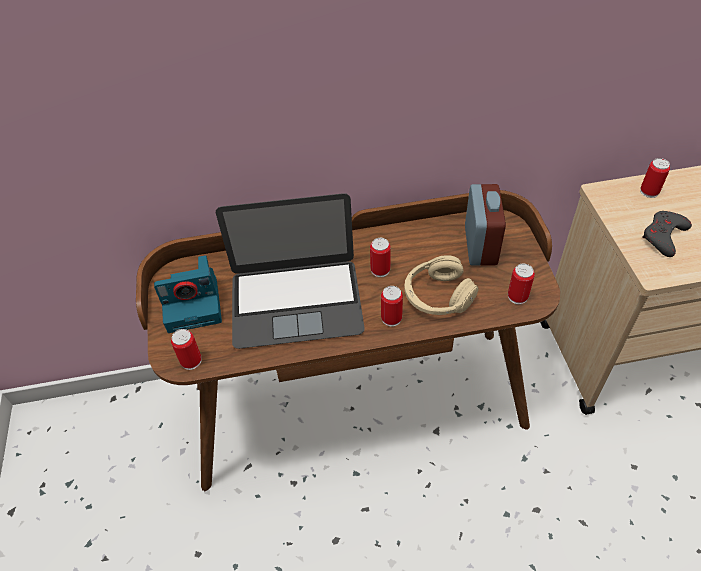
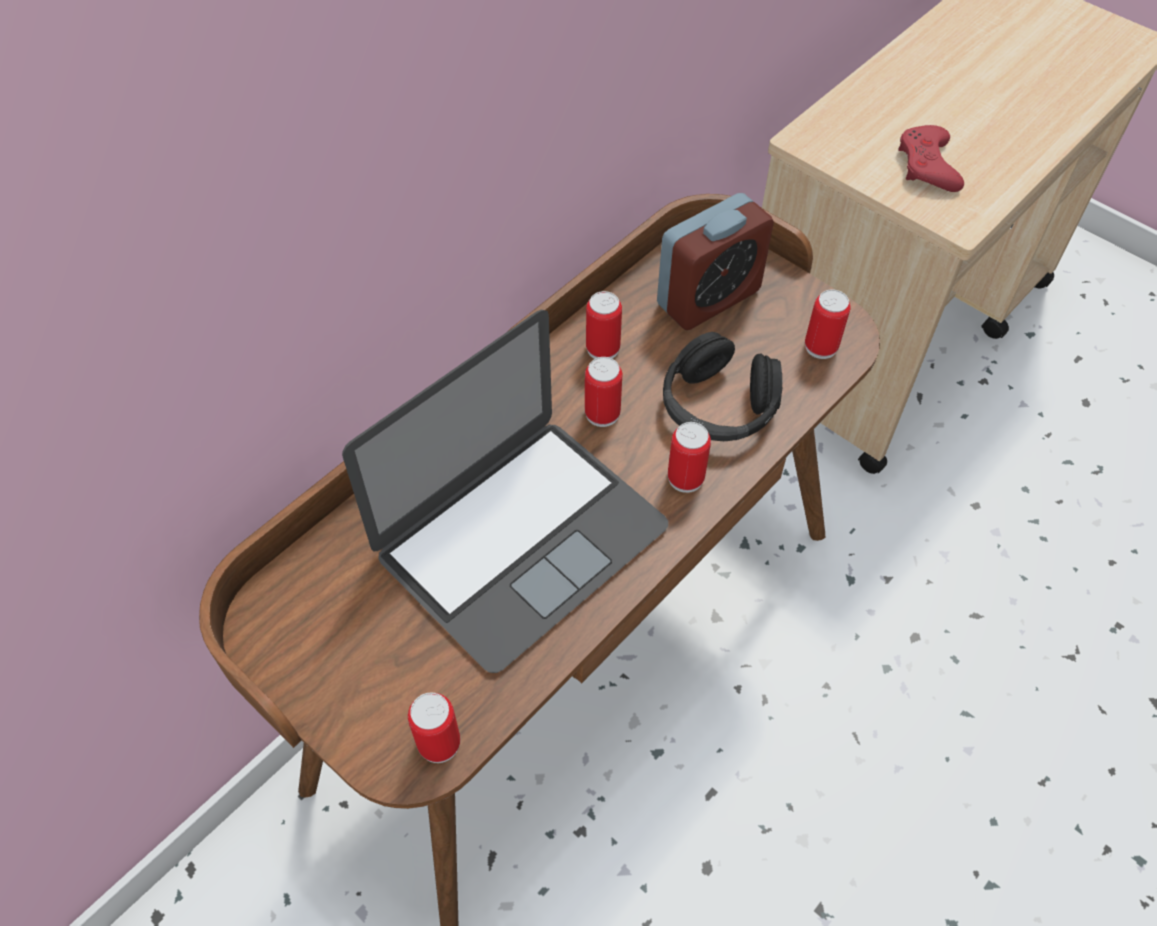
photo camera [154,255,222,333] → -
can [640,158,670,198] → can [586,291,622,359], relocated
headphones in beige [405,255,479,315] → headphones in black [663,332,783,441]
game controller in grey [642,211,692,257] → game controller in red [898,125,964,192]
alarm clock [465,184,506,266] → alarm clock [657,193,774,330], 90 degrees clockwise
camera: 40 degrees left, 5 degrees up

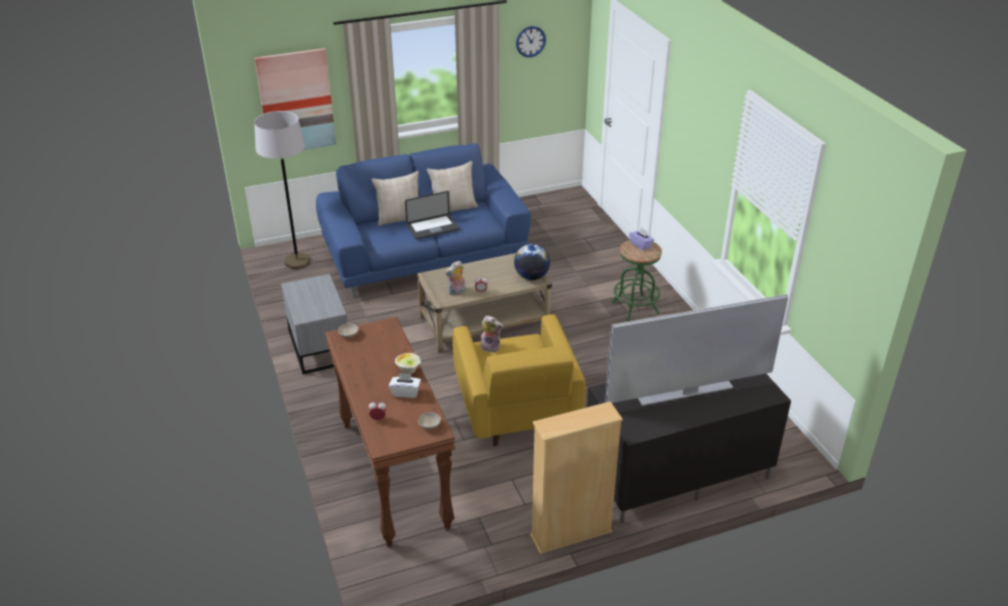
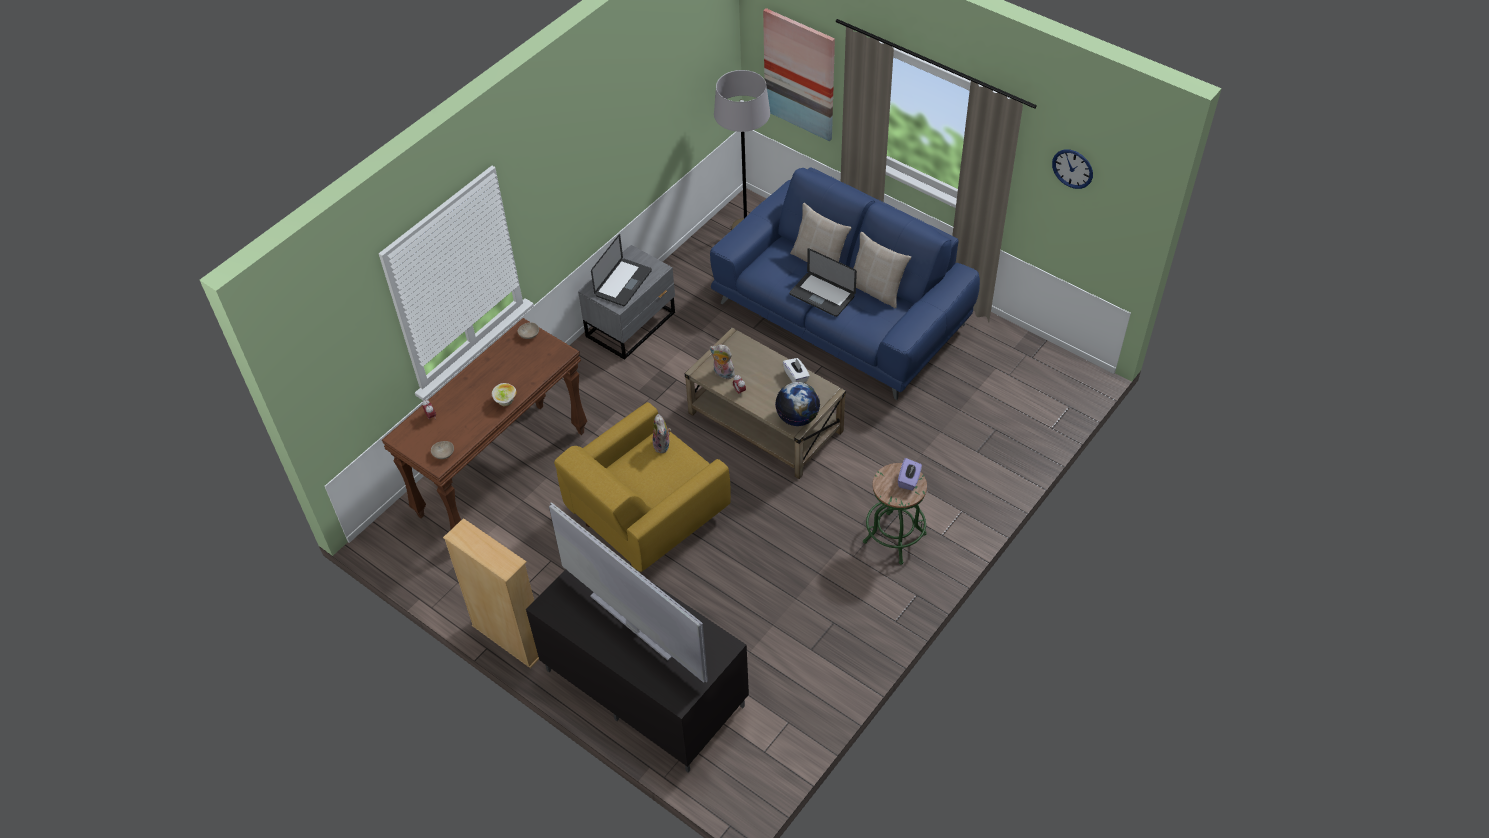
- → laptop [591,234,652,306]
tissue box in white [389,373,421,398] → tissue box in white [783,358,810,383], relocated
camera: 60 degrees right, 15 degrees up

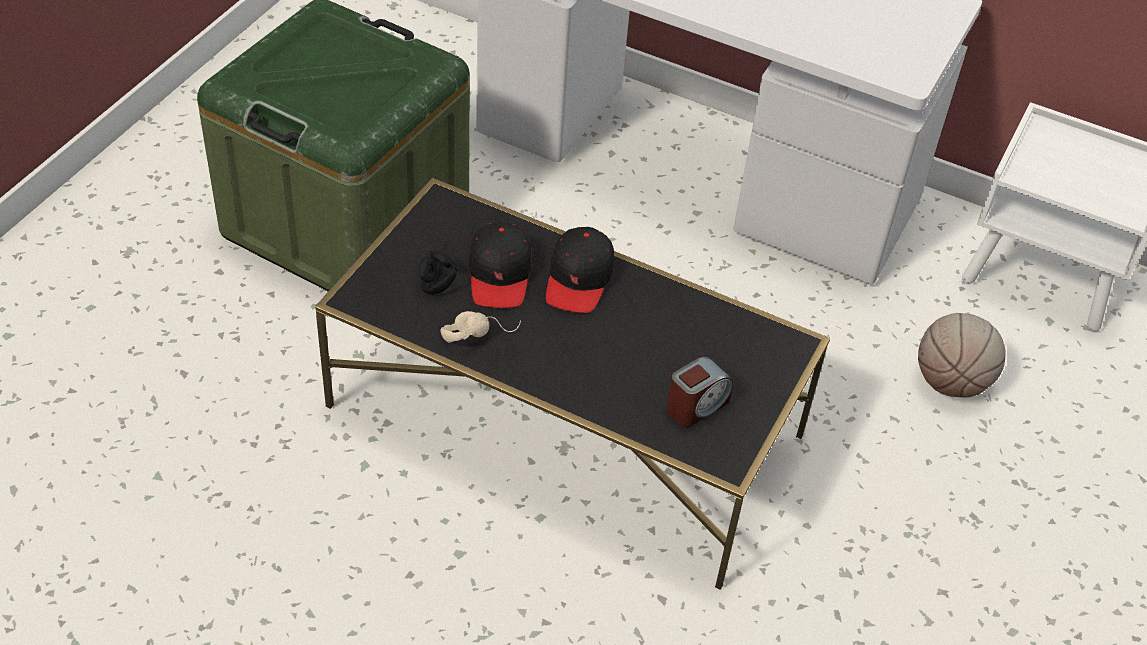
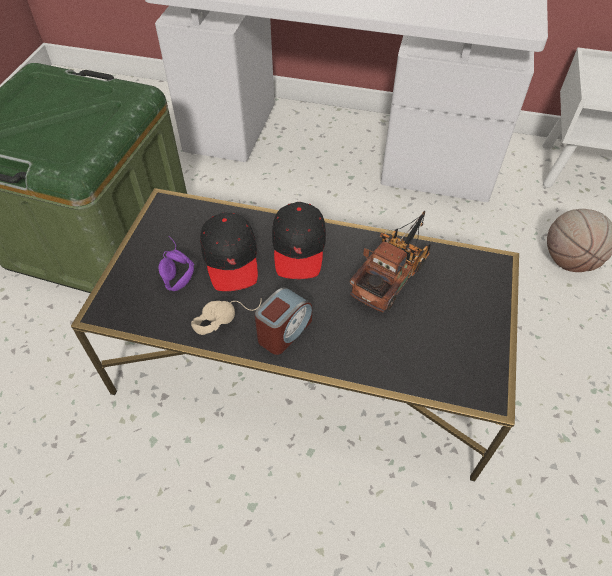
- → toy truck [349,211,431,312]
alarm clock [666,357,733,428] → alarm clock [255,287,312,355], relocated
headphones in black [419,237,458,295] → headphones in purple [159,236,194,291]
camera: 10 degrees left, 5 degrees up

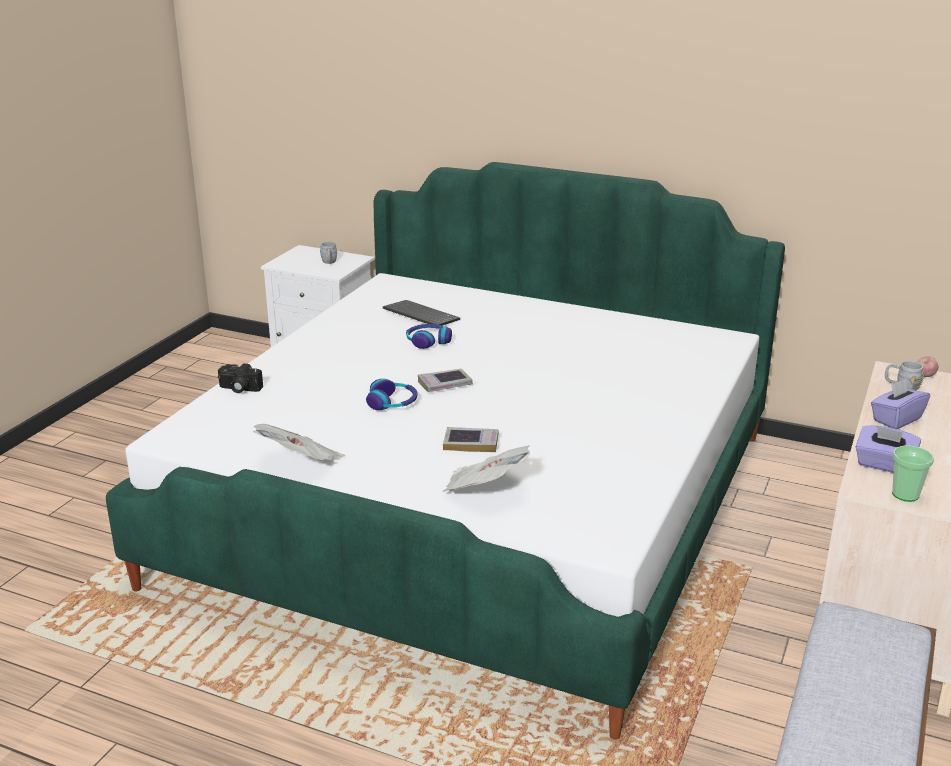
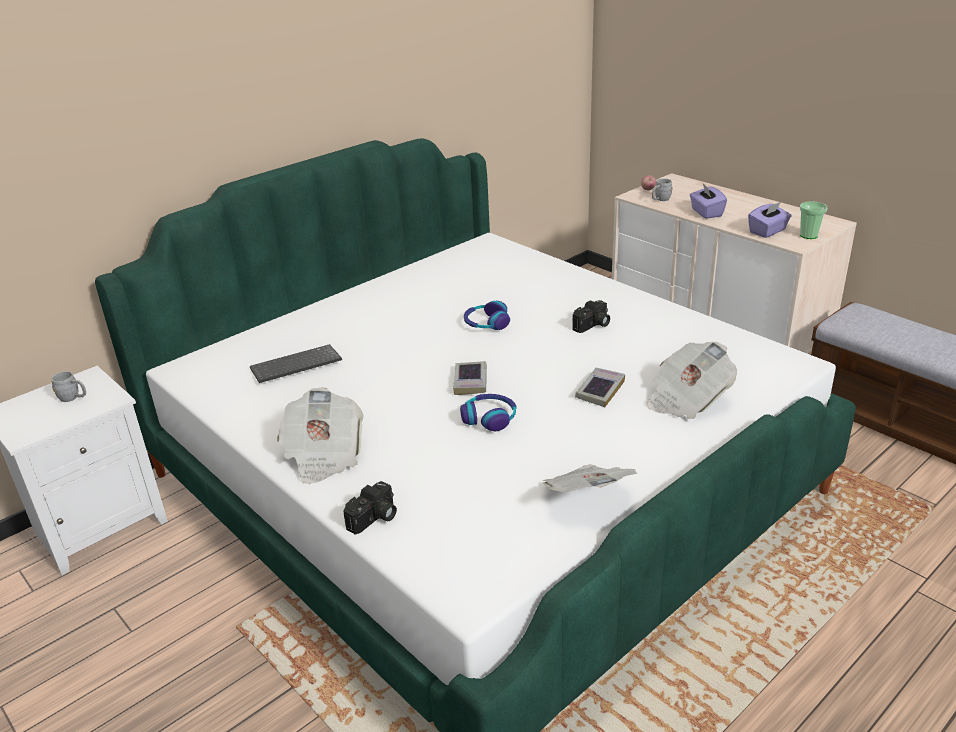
- → newspaper [277,387,364,484]
- → photo camera [572,300,610,333]
headphones [406,324,452,349] → headphones [464,301,510,330], relocated
camera: 65 degrees left, 5 degrees up

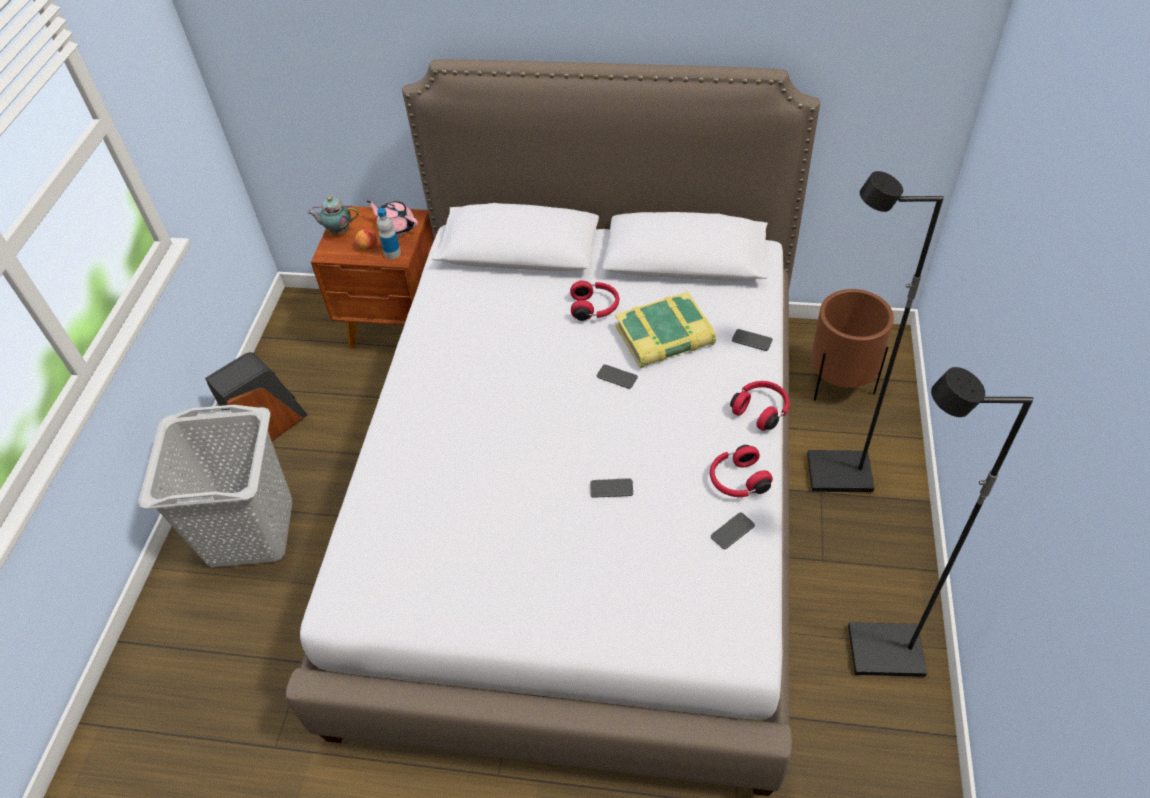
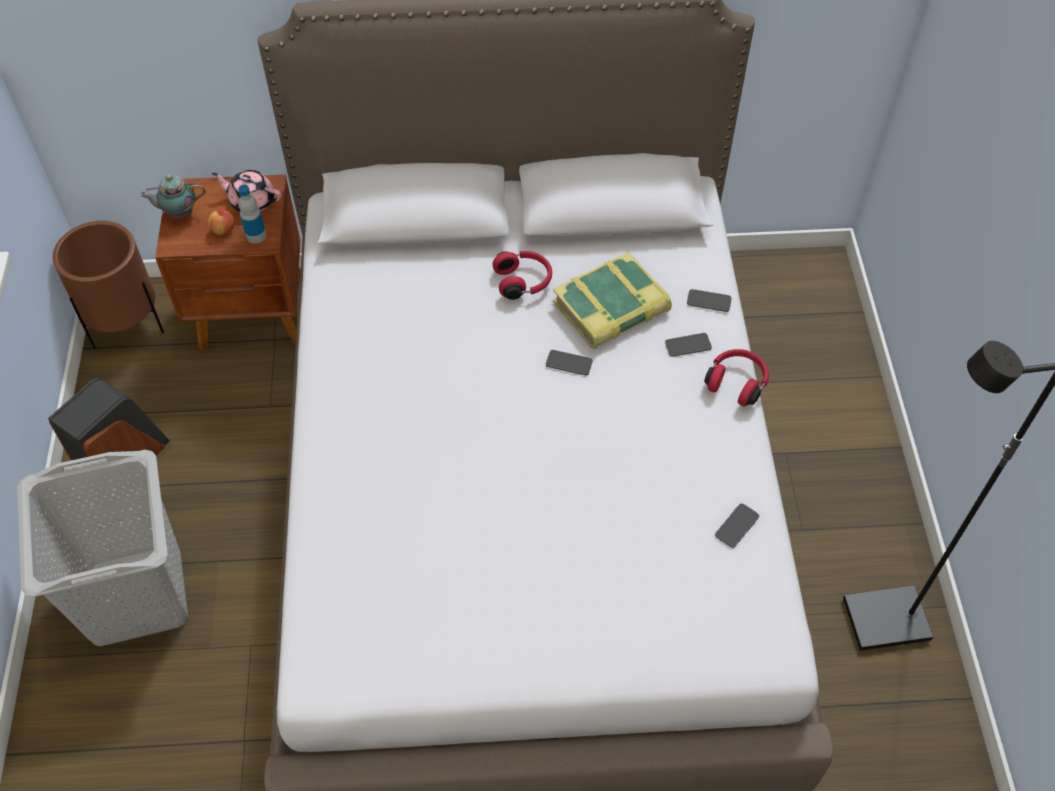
headphones in red [710,445,773,497] → -
floor lamp in black [807,171,944,492] → -
phone [590,478,633,498] → phone [665,333,712,357], relocated
planter in brown [811,289,894,401] → planter in brown [53,221,164,349], relocated
camera: 15 degrees left, 5 degrees up

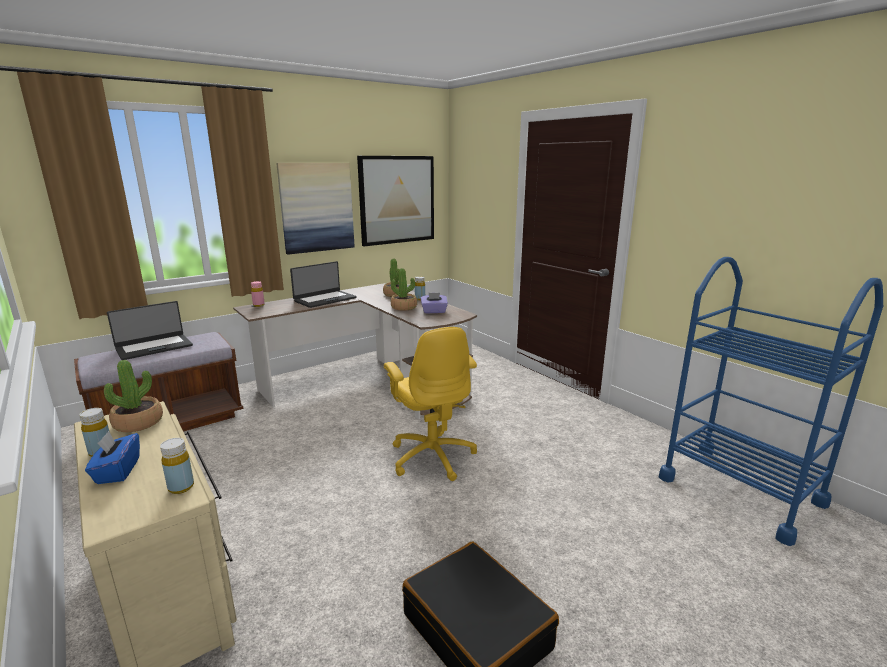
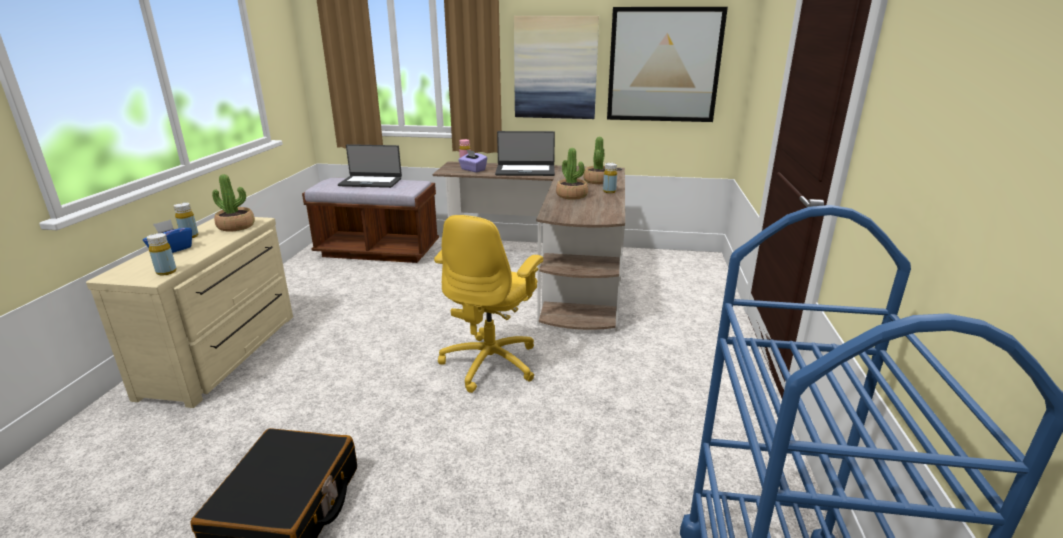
tissue box in purple [421,293,448,313] → tissue box in purple [458,150,487,172], relocated
camera: 45 degrees right, 5 degrees up

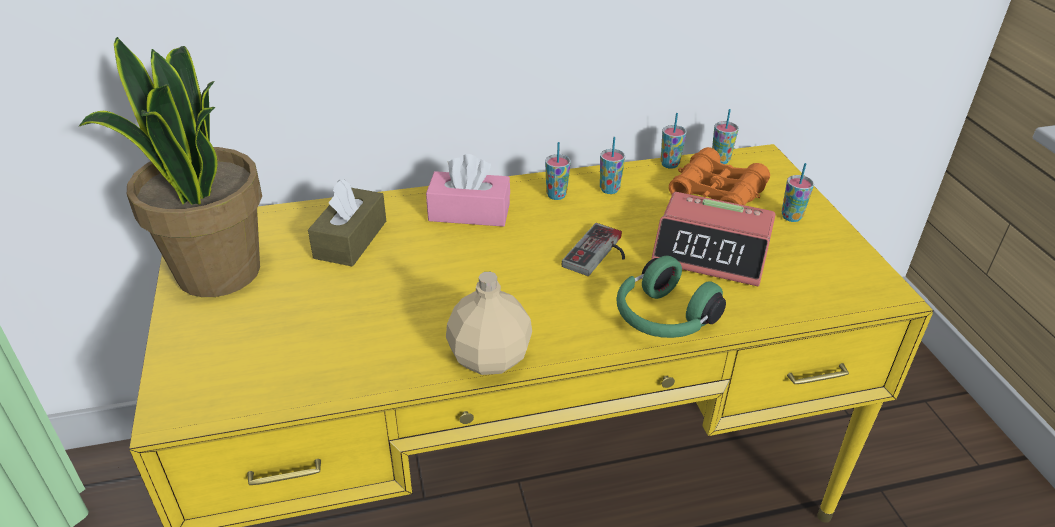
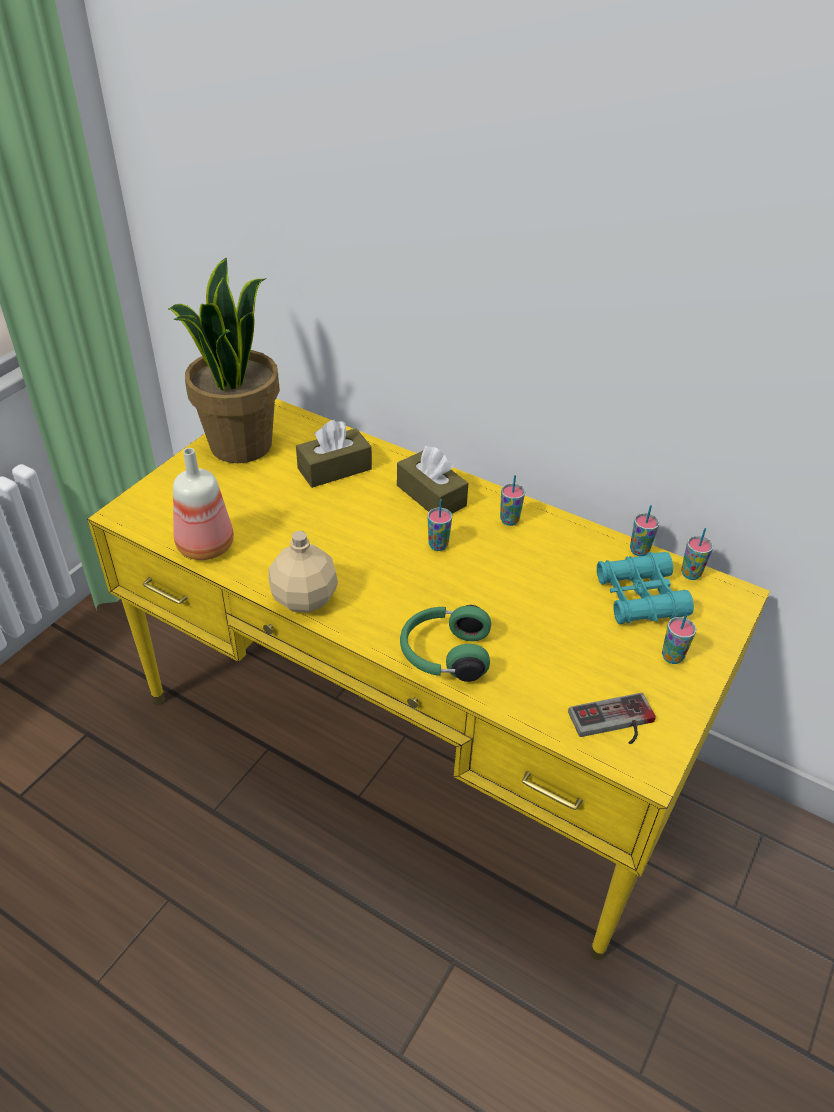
alarm clock [651,192,776,286] → -
- → bottle [173,448,234,560]
game controller [562,223,625,276] → game controller [568,693,656,745], relocated
cup [600,137,625,194] → cup [428,499,452,551], relocated
tissue box in pink [426,154,510,227] → tissue box in brown [397,446,468,513]
binoculars in orange [669,147,770,205] → binoculars in turquoise [597,552,694,624]
camera: 45 degrees right, 5 degrees up

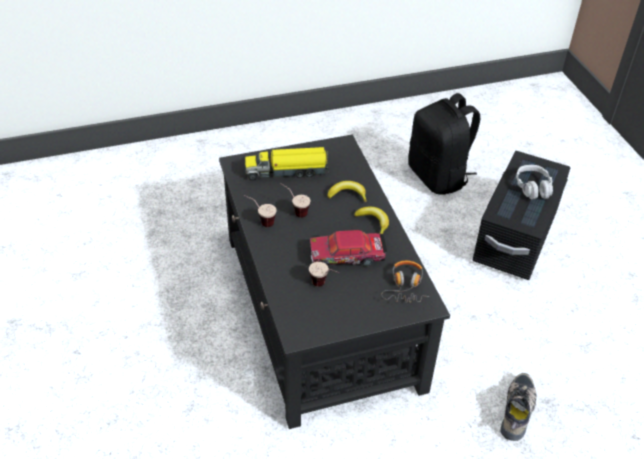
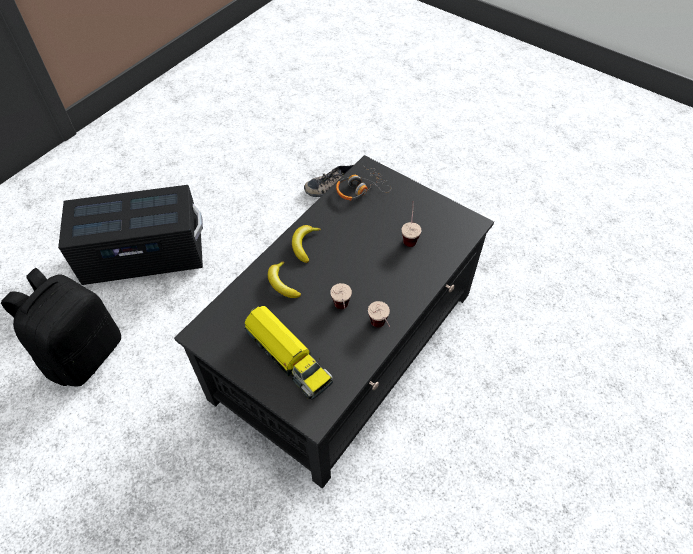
toy car [310,230,387,266] → -
headphones in grey [516,165,553,200] → -
camera: 125 degrees left, 10 degrees up

